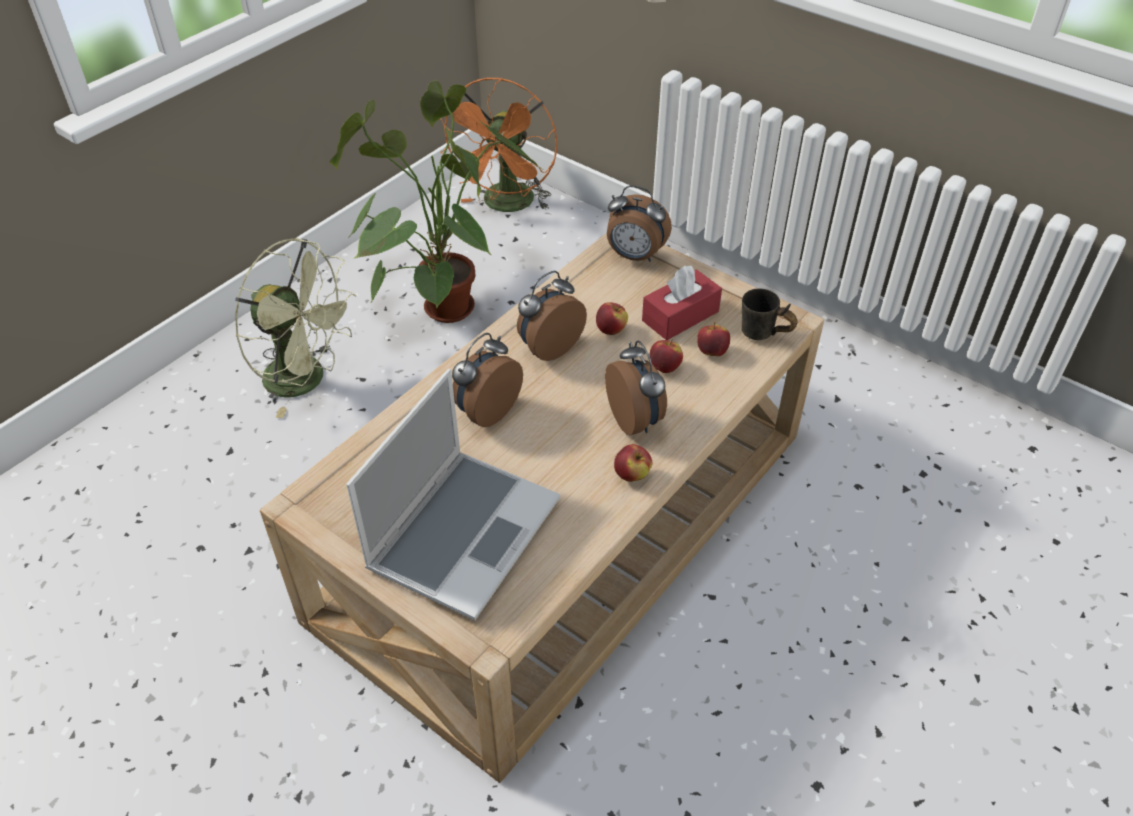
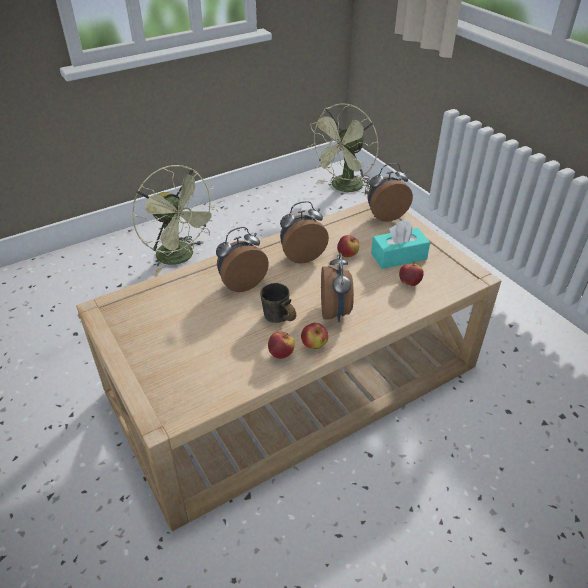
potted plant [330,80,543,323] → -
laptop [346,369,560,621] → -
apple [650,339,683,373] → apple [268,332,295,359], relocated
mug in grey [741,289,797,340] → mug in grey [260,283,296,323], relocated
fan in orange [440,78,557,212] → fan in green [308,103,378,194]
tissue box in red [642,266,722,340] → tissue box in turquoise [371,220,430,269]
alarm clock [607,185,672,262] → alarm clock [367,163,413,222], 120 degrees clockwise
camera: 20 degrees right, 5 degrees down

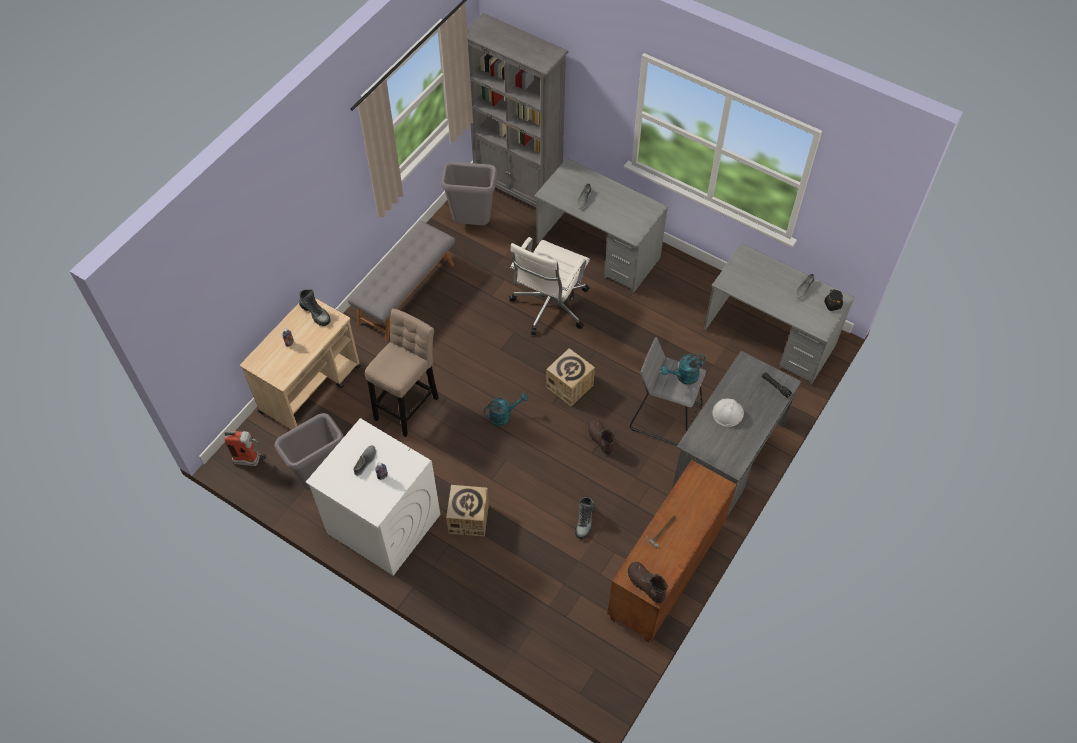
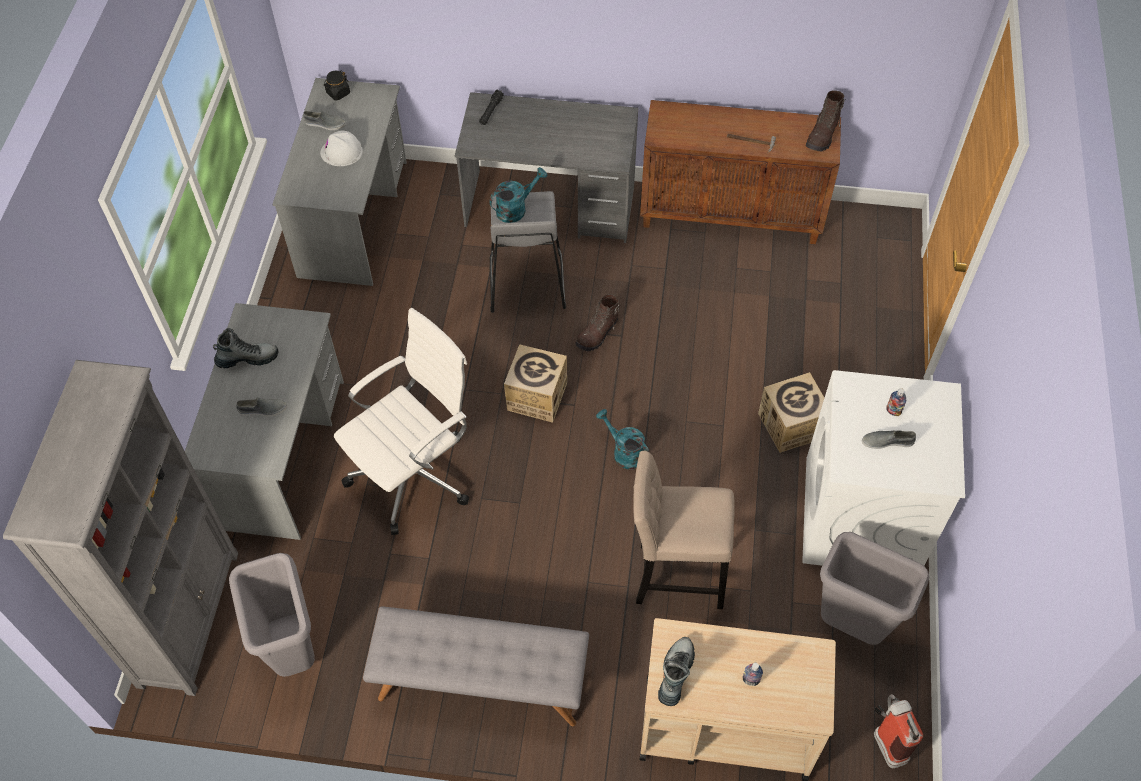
boot [575,496,594,539] → boot [213,328,278,368], relocated
hard hat in white [713,398,744,427] → hard hat in white [320,131,363,166], relocated
office chair in white [509,237,590,335] → office chair in white [334,308,469,535], 45 degrees counterclockwise
watering can in turquoise [661,354,706,384] → watering can in turquoise [489,167,548,223], 75 degrees counterclockwise
camera: 115 degrees left, 0 degrees up

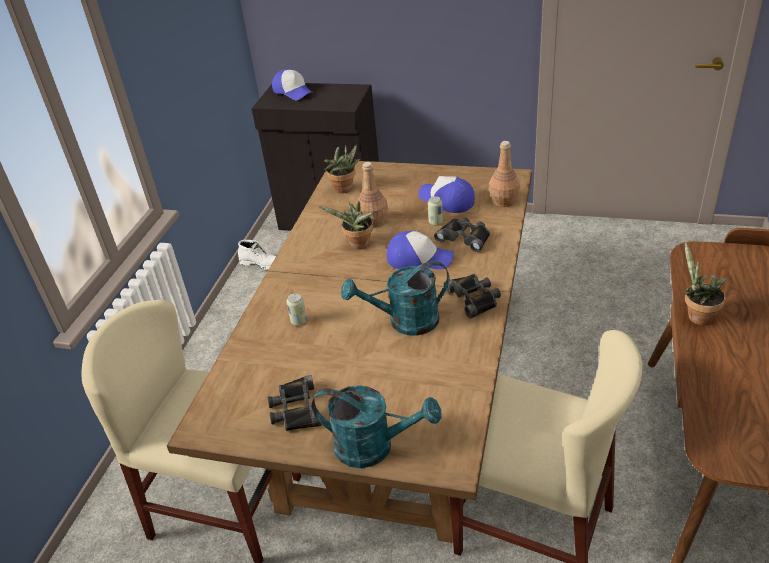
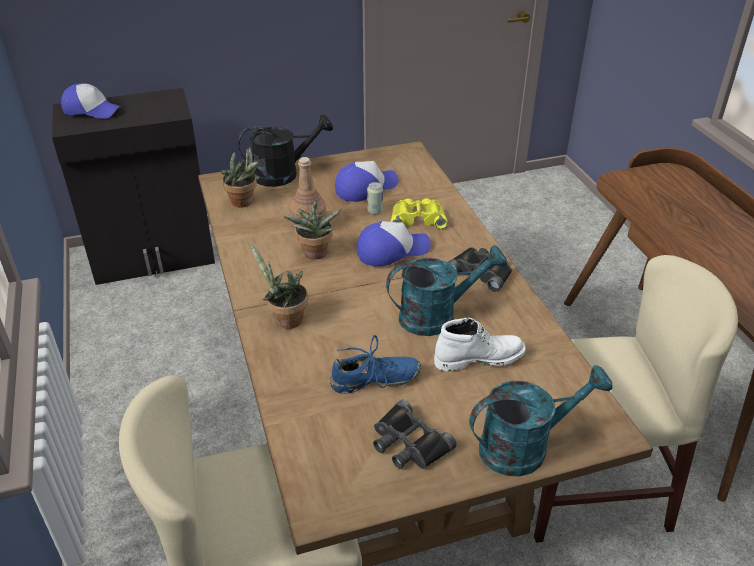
can [286,293,307,325] → -
bottle in brown [489,141,520,207] → -
- → watering can in black [238,114,333,187]
- → shoe in blue [330,335,421,394]
boot in white [238,240,276,270] → boot in white [434,318,526,371], relocated
potted plant [683,241,727,325] → potted plant [250,242,308,329], relocated
binoculars in black [434,218,490,252] → binoculars in yellow [391,198,448,229]
watering can in turquoise [341,261,449,336] → watering can in turquoise [386,245,507,336], 150 degrees counterclockwise
cap [418,176,475,213] → cap [335,161,399,202], 135 degrees clockwise
camera: 35 degrees left, 0 degrees up

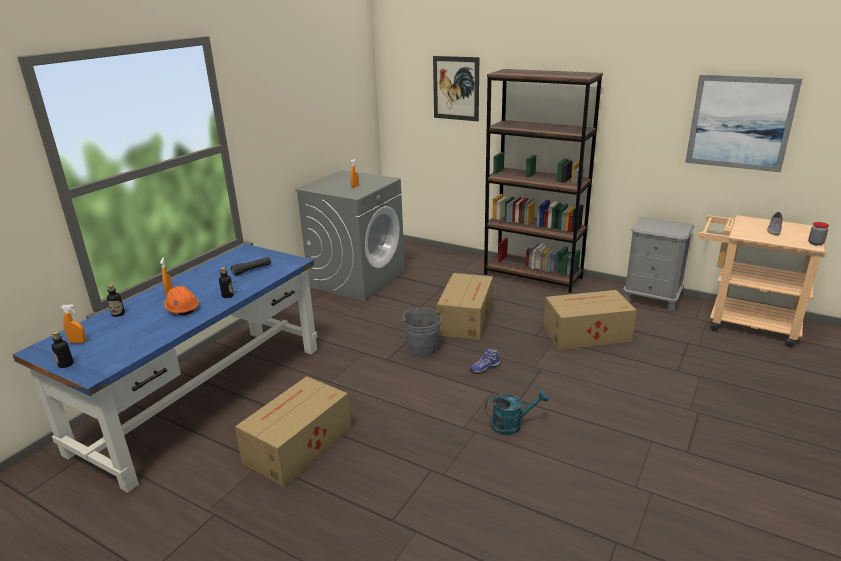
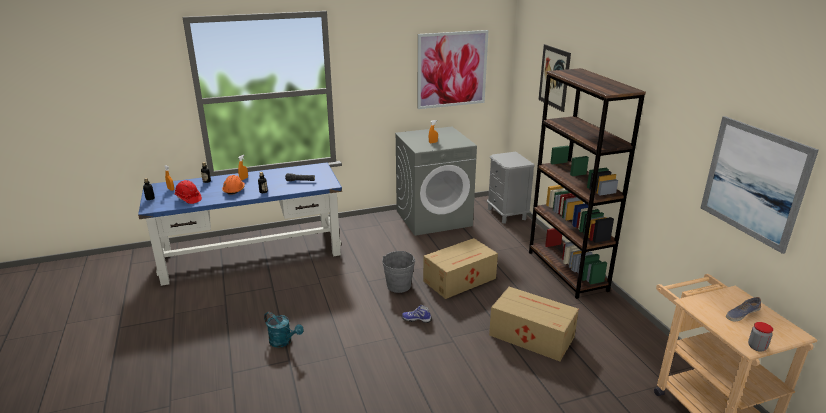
cardboard box [235,376,351,487] → -
- → hard hat in red [175,180,202,204]
- → picture [417,30,489,109]
watering can in turquoise [485,390,548,435] → watering can in turquoise [264,312,304,348], relocated
nightstand in grey [623,217,694,311] → nightstand in grey [487,152,535,224], relocated
camera: 40 degrees right, 0 degrees up

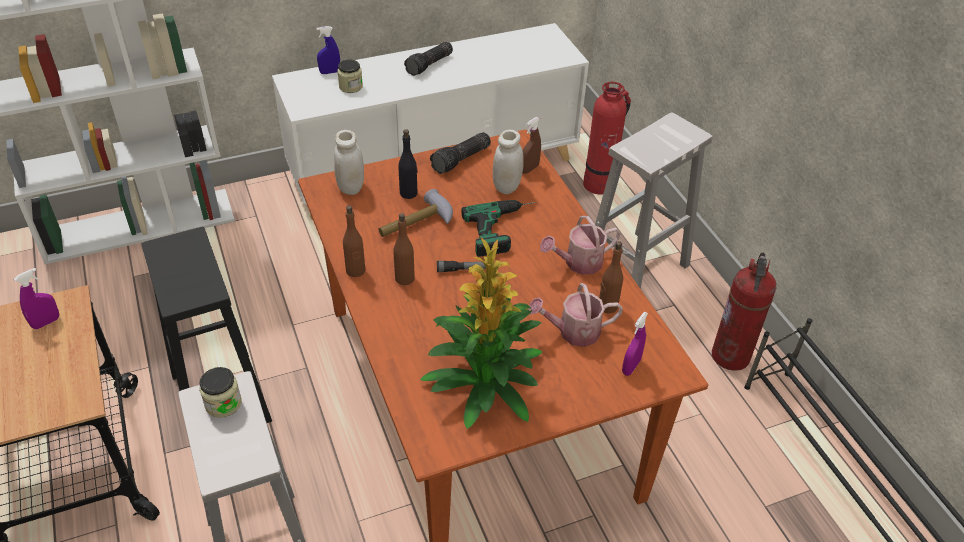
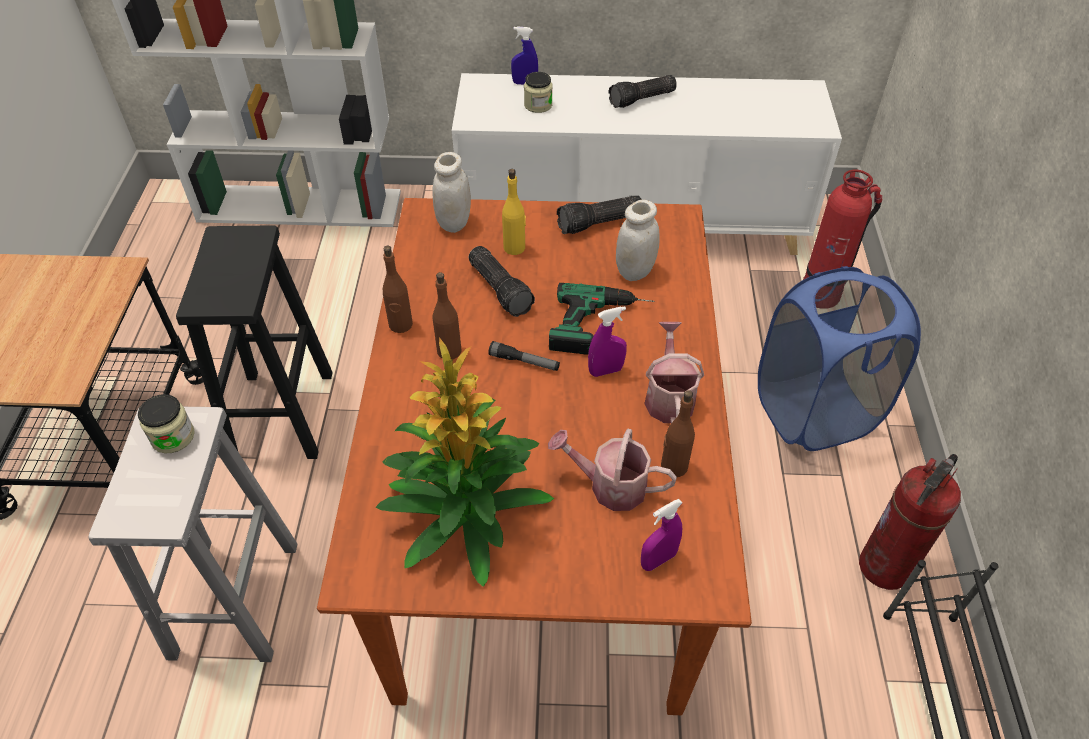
spray bottle in brown [523,117,541,174] → -
spray bottle in purple [14,268,59,329] → spray bottle in purple [588,306,627,377], relocated
hammer [379,189,453,237] → flashlight [469,246,535,317]
stool in white [595,112,713,289] → laundry basket in blue [758,266,921,451]
bottle in black [398,129,418,199] → bottle in yellow [502,169,526,255]
watering can [540,216,621,275] → watering can [644,322,704,423], 90 degrees clockwise
camera: 25 degrees right, 5 degrees up

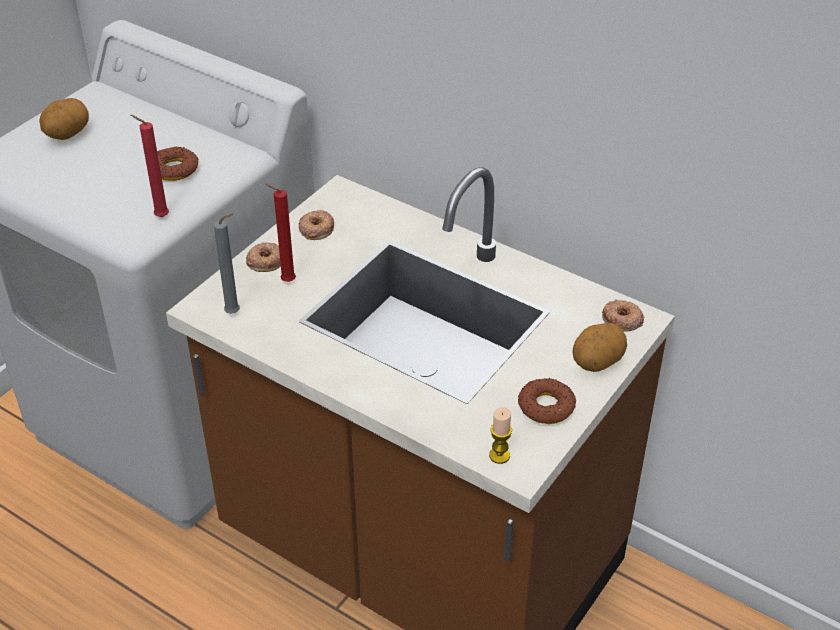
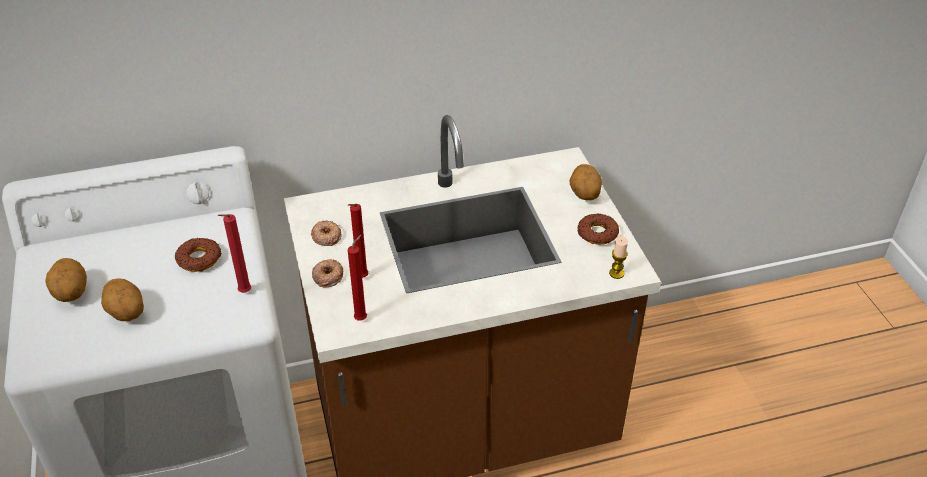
donut [602,299,645,332] → -
- → potato [101,278,144,321]
candle in grey [214,214,240,314] → candle in red [348,235,367,321]
camera: 50 degrees left, 0 degrees up

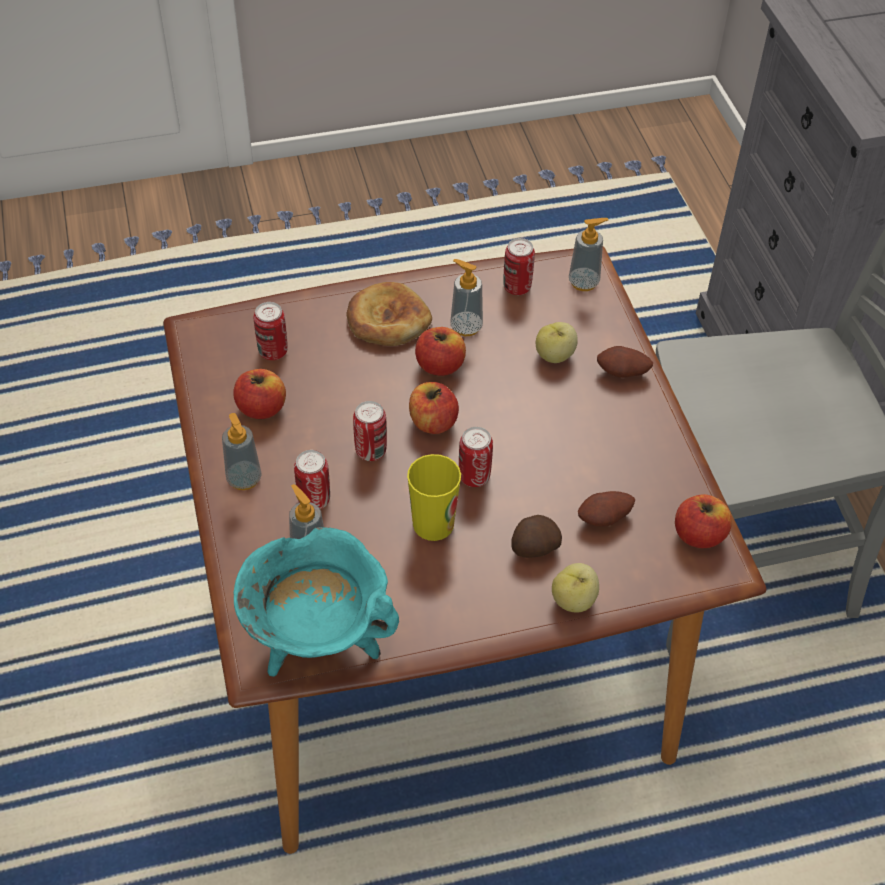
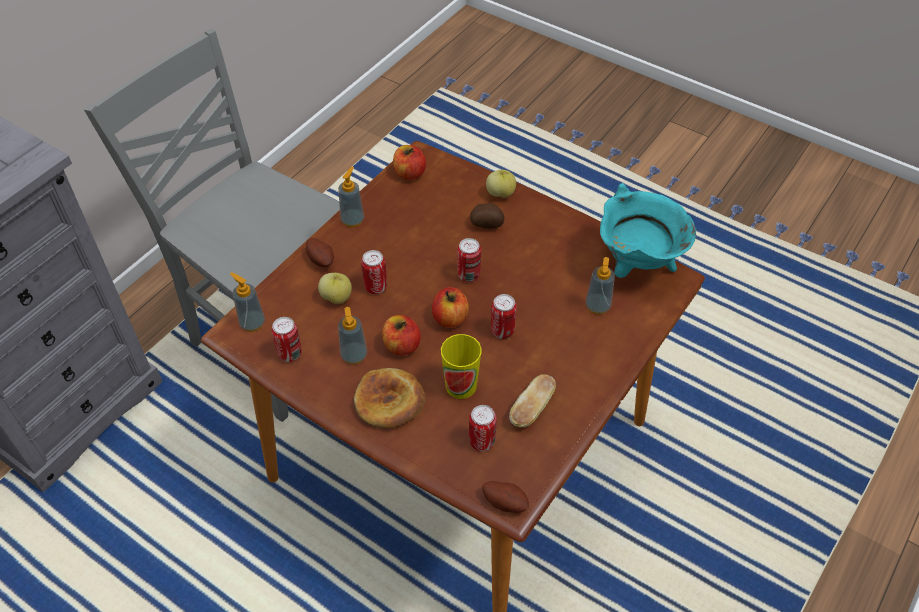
soap dispenser [222,413,262,490] → soap dispenser [338,167,364,227], relocated
can [294,450,330,509] → can [361,250,387,294], relocated
cup [407,454,461,541] → cup [441,334,482,399], relocated
potato [578,491,635,527] → potato [482,481,529,513], relocated
apple [233,369,286,419] → bread [509,374,556,427]
camera: 130 degrees left, 0 degrees up

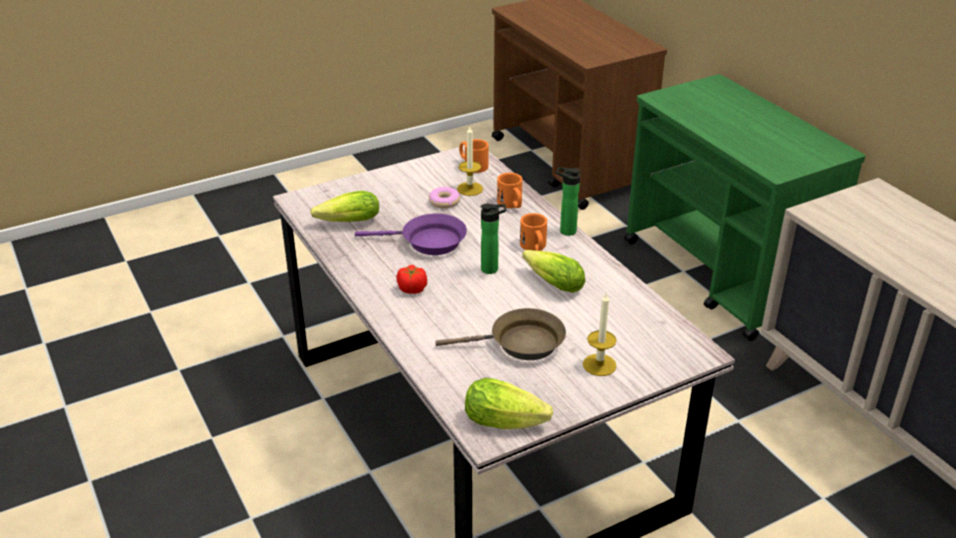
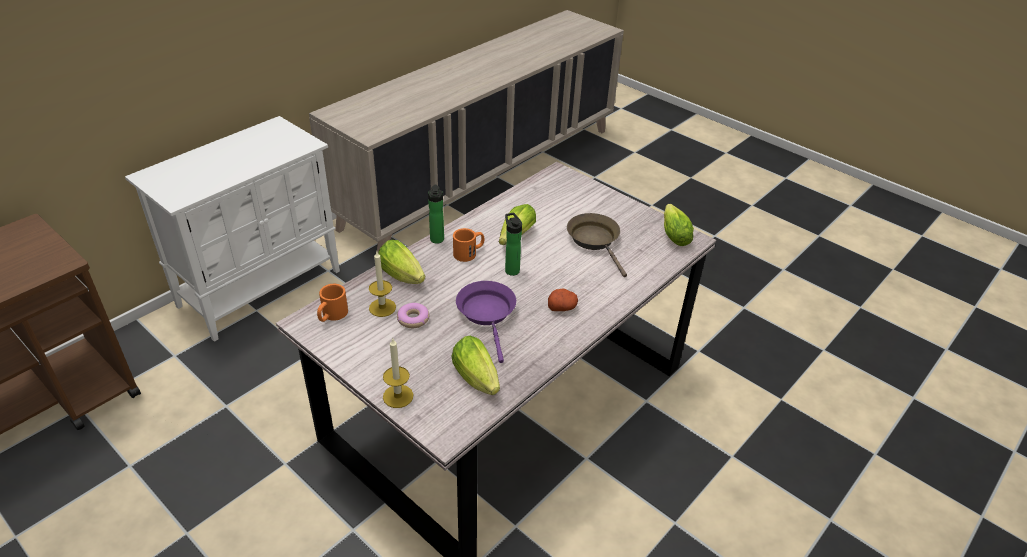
candle [583,293,617,376] → candle [383,339,414,408], relocated
tomato [397,265,427,294] → potato [548,289,578,311]
mug in orange [497,173,522,208] → lettuce [378,240,425,284]
cart in green [624,74,866,341] → cabinet in white [125,116,340,342]
camera: 110 degrees left, 5 degrees up

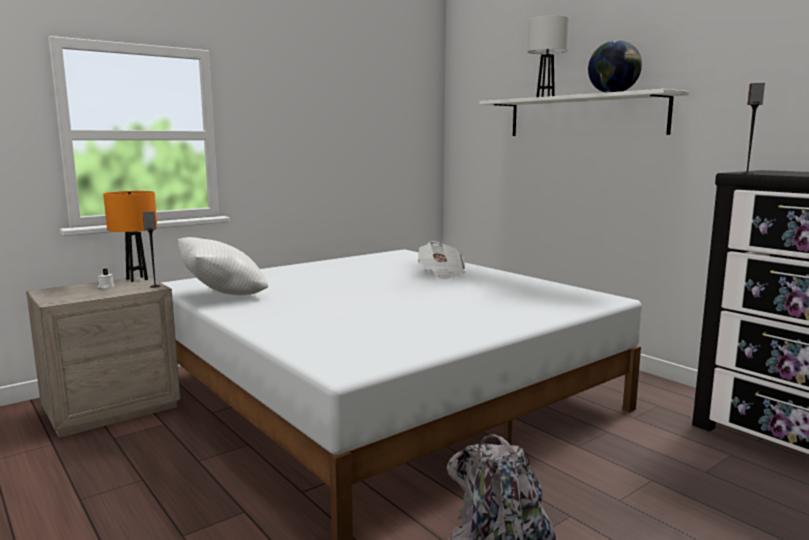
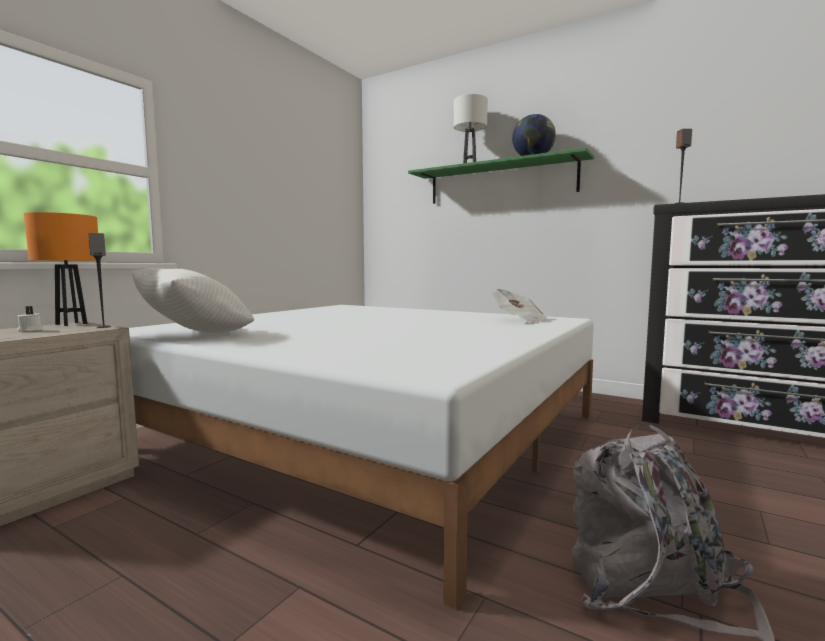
newspaper [418,241,465,279] → newspaper [492,289,547,324], relocated
shelf in white [479,89,689,136] → shelf in green [408,148,594,204]
camera: 20 degrees left, 5 degrees down

